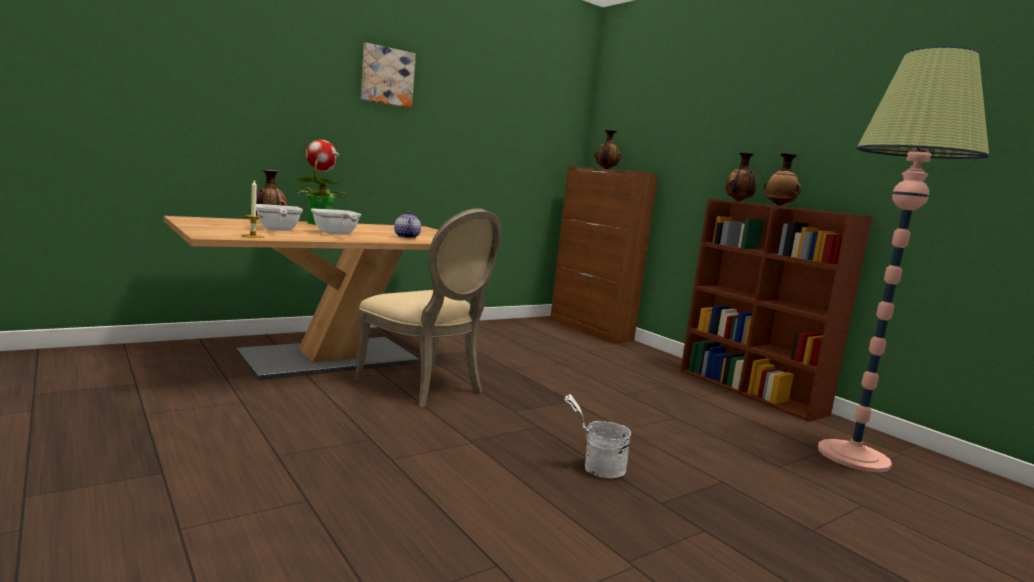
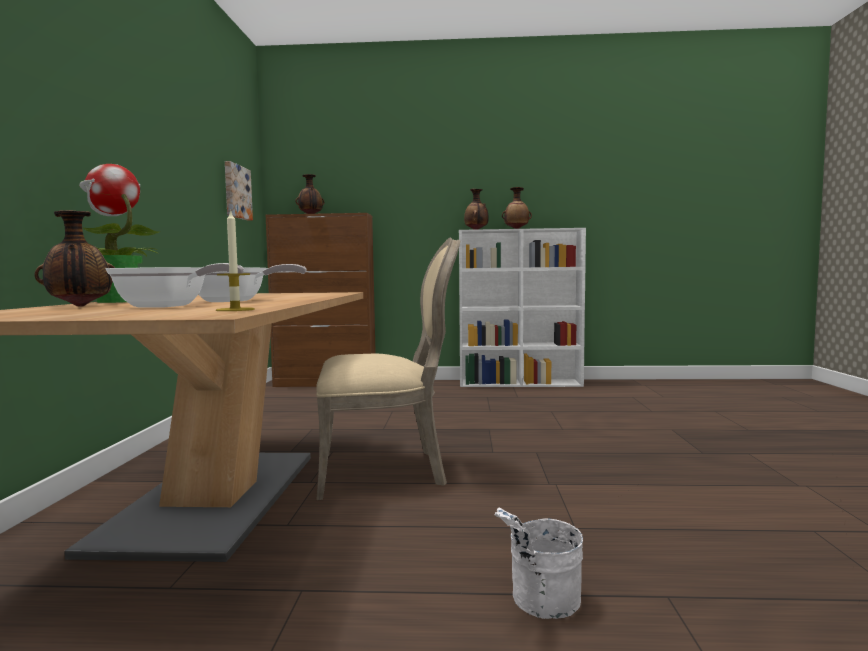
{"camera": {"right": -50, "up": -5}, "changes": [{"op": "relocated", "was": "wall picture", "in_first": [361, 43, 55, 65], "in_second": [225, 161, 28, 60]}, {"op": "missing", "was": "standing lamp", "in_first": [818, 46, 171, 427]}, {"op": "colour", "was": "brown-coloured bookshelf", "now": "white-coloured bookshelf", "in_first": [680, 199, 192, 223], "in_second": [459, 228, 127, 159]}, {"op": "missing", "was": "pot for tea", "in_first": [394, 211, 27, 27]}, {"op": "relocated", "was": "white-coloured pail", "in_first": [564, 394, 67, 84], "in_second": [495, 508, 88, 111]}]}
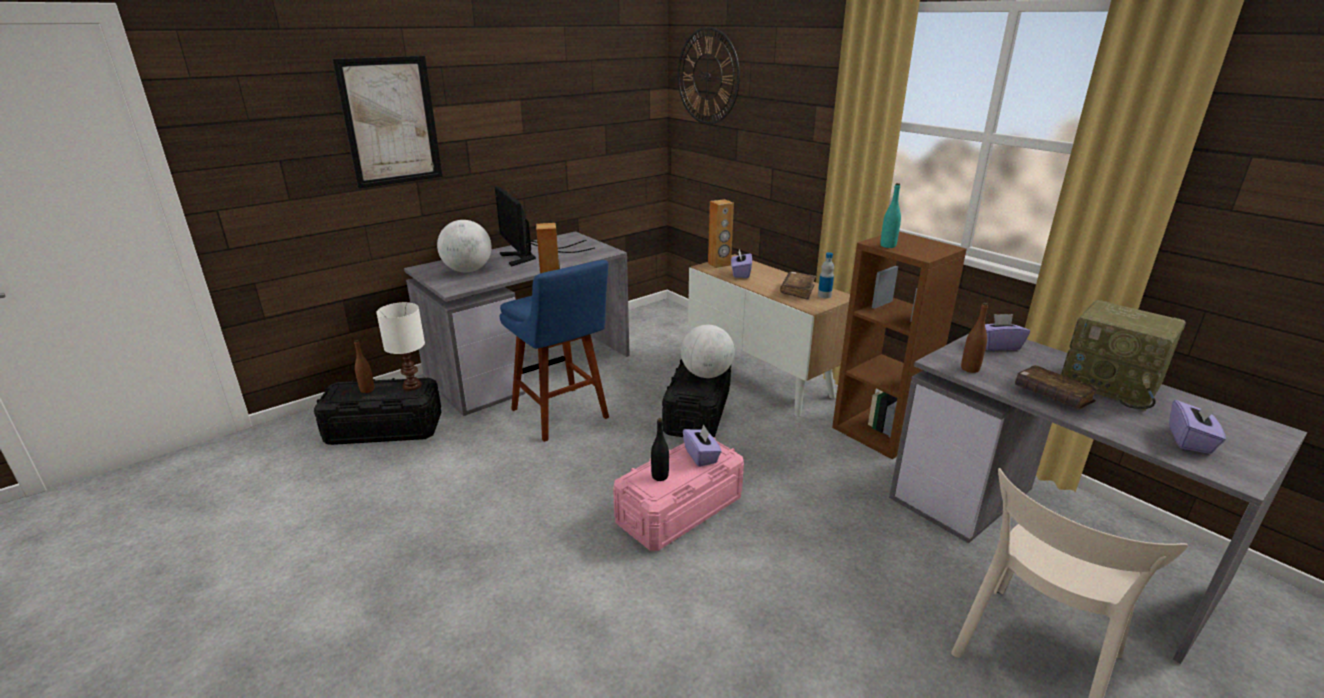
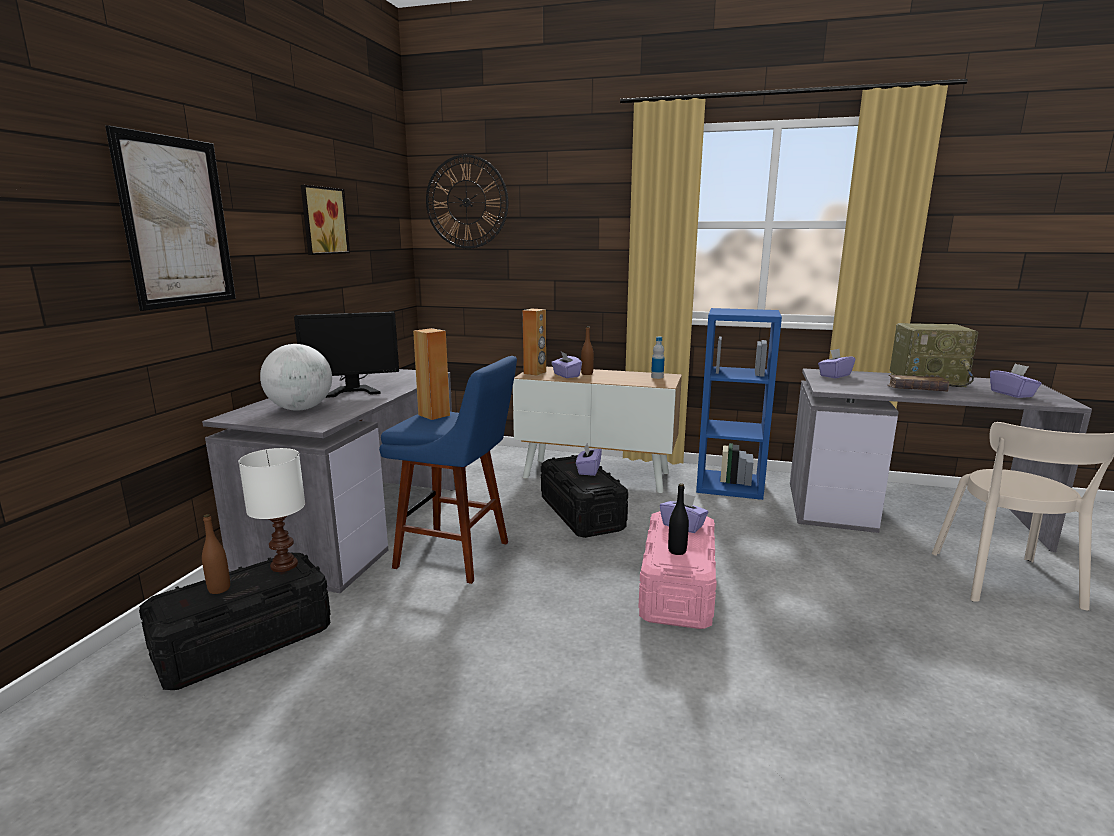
{"camera": {"right": -35, "up": -10}, "changes": [{"op": "missing", "was": "turquoise-coloured drink bottle", "in_first": [880, 183, 21, 65]}, {"op": "spun", "was": "computer display", "in_first": [495, 186, 100, 81], "in_second": [294, 312, 105, 86], "clockwise": -45}, {"op": "colour", "was": "brown-coloured bookshelf", "now": "bluish bookshelf", "in_first": [832, 232, 135, 227], "in_second": [696, 308, 86, 192]}, {"op": "missing", "was": "brown-coloured volume", "in_first": [780, 272, 36, 28]}, {"op": "relocated", "was": "brown-coloured drink bottle", "in_first": [961, 303, 27, 70], "in_second": [581, 326, 13, 49]}, {"op": "exchanged", "was": "globe", "now": "purple box of tissues", "in_first": [681, 325, 54, 53], "in_second": [576, 443, 26, 33]}, {"op": "appeared", "now": "wall picture", "in_second": [301, 185, 49, 70]}]}
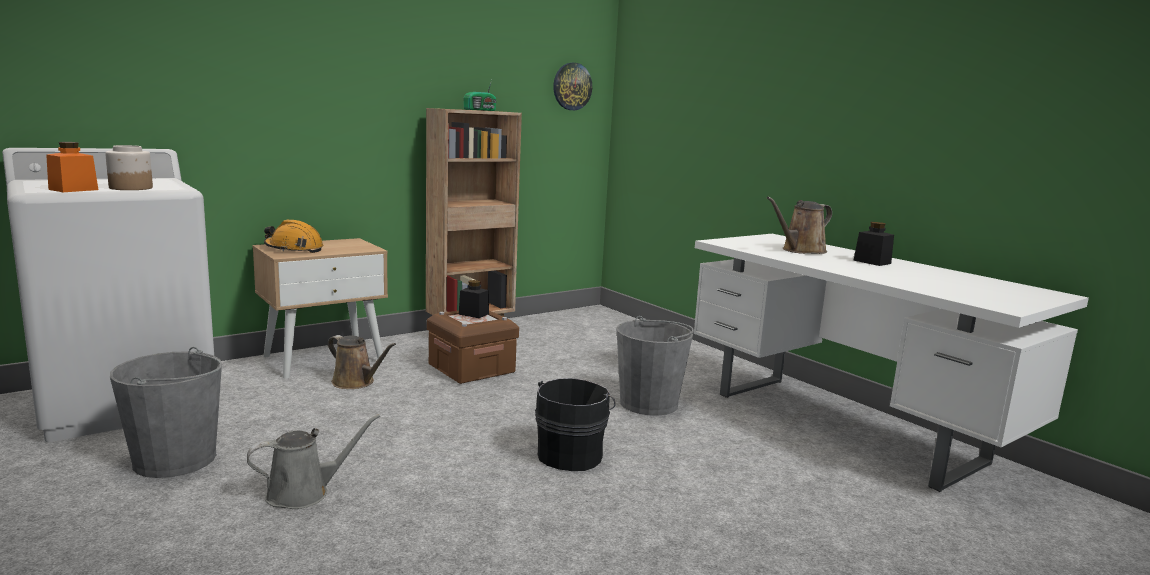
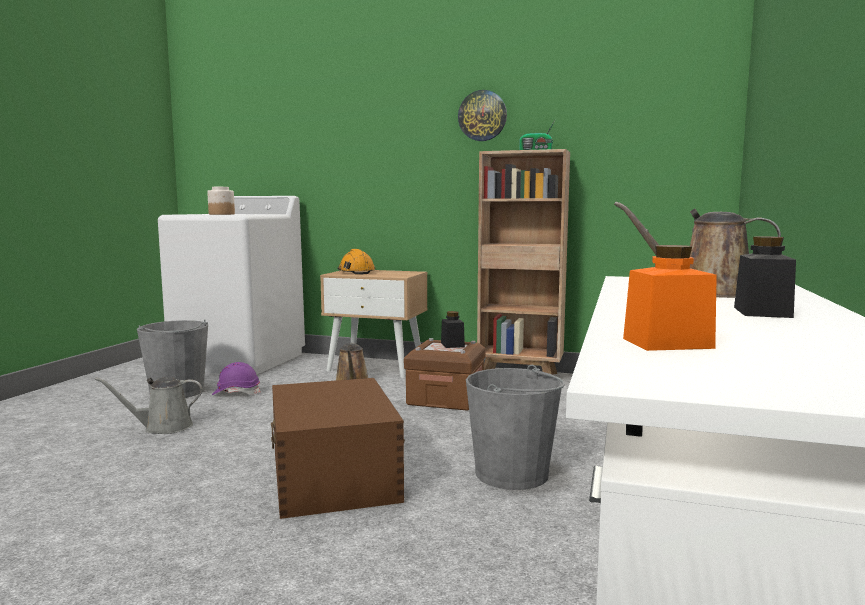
{"camera": {"right": 55, "up": -5}, "changes": [{"op": "relocated", "was": "wall clock", "in_first": [553, 63, 39, 47], "in_second": [458, 90, 49, 51]}, {"op": "relocated", "was": "orange jar", "in_first": [46, 142, 52, 50], "in_second": [623, 245, 94, 106]}, {"op": "exchanged", "was": "black pail", "now": "brown-coloured storage box", "in_first": [535, 378, 81, 93], "in_second": [271, 378, 134, 141]}, {"op": "spun", "was": "greyish sprinkling can", "in_first": [247, 414, 133, 95], "in_second": [95, 377, 108, 57], "clockwise": 135}, {"op": "appeared", "now": "purple work helmet", "in_second": [212, 362, 49, 33]}]}
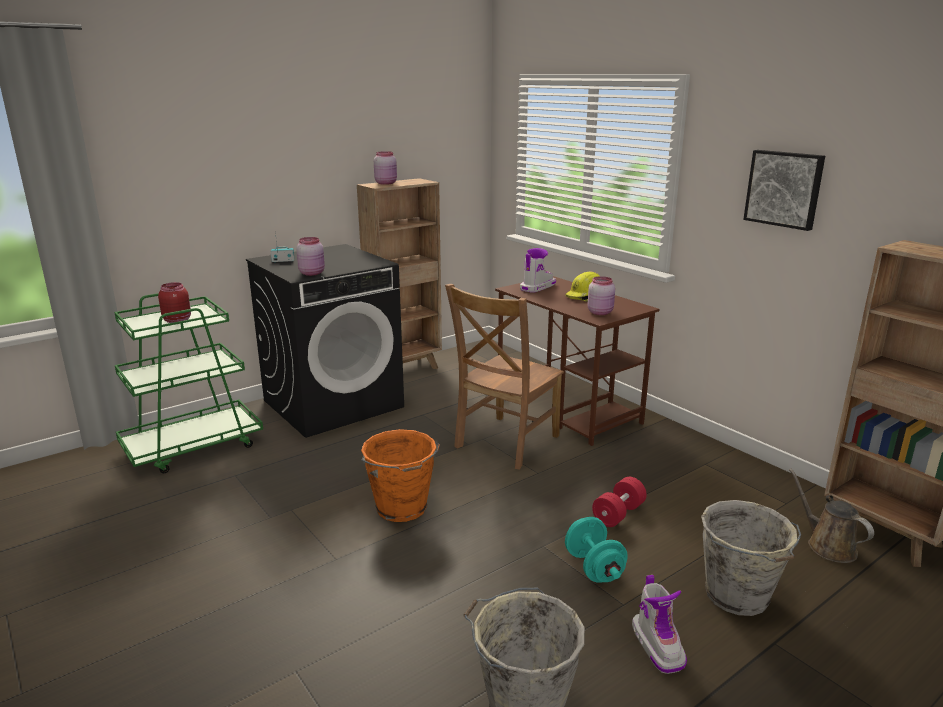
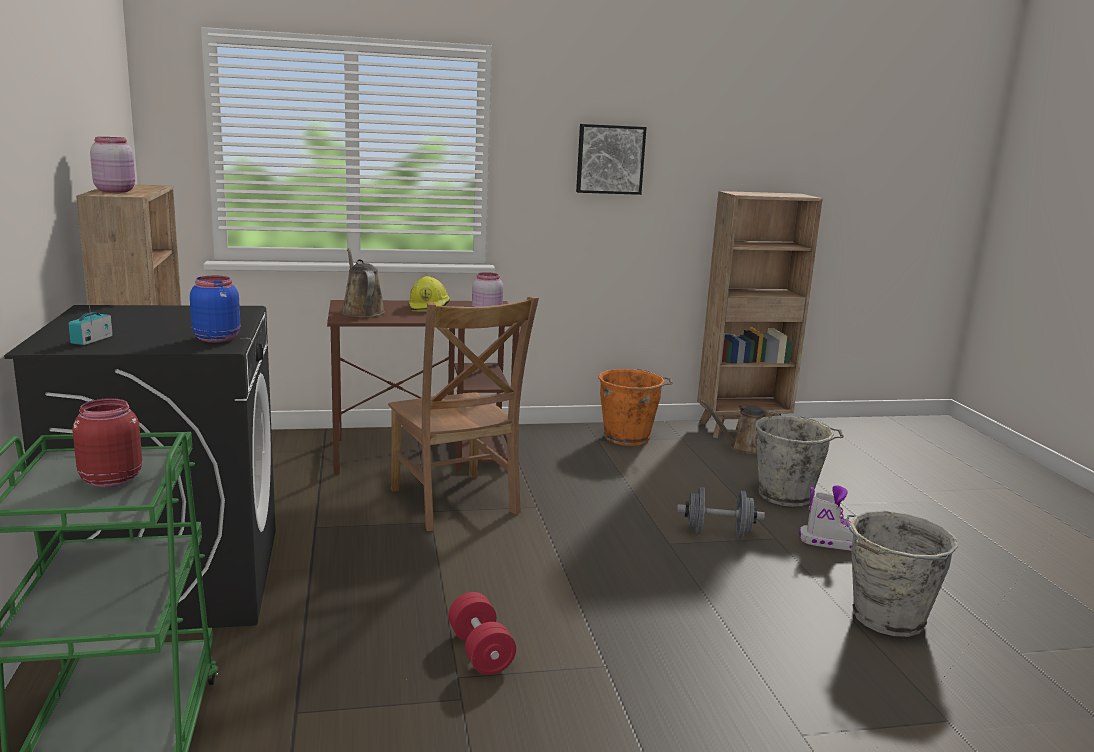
{"camera": {"right": -65, "up": -5}, "changes": [{"op": "colour", "was": "pinkish jar", "now": "bluish jar", "in_first": [296, 237, 29, 39], "in_second": [190, 276, 50, 67]}, {"op": "exchanged", "was": "tall boot", "now": "brown-coloured sprinkling can", "in_first": [520, 248, 36, 44], "in_second": [341, 248, 44, 69]}, {"op": "relocated", "was": "orange pail", "in_first": [361, 429, 79, 93], "in_second": [598, 369, 74, 77]}, {"op": "relocated", "was": "reddish free weight", "in_first": [592, 477, 55, 50], "in_second": [448, 592, 68, 83]}, {"op": "colour", "was": "turquoise-coloured free weight", "now": "greyish free weight", "in_first": [565, 517, 63, 66], "in_second": [677, 487, 88, 51]}]}
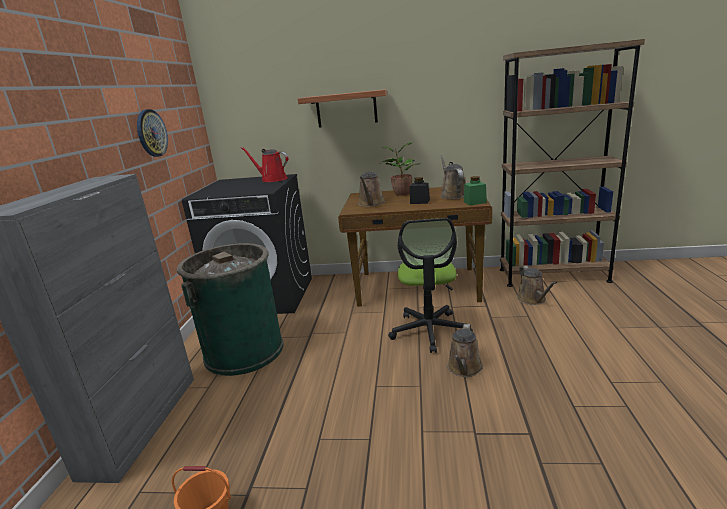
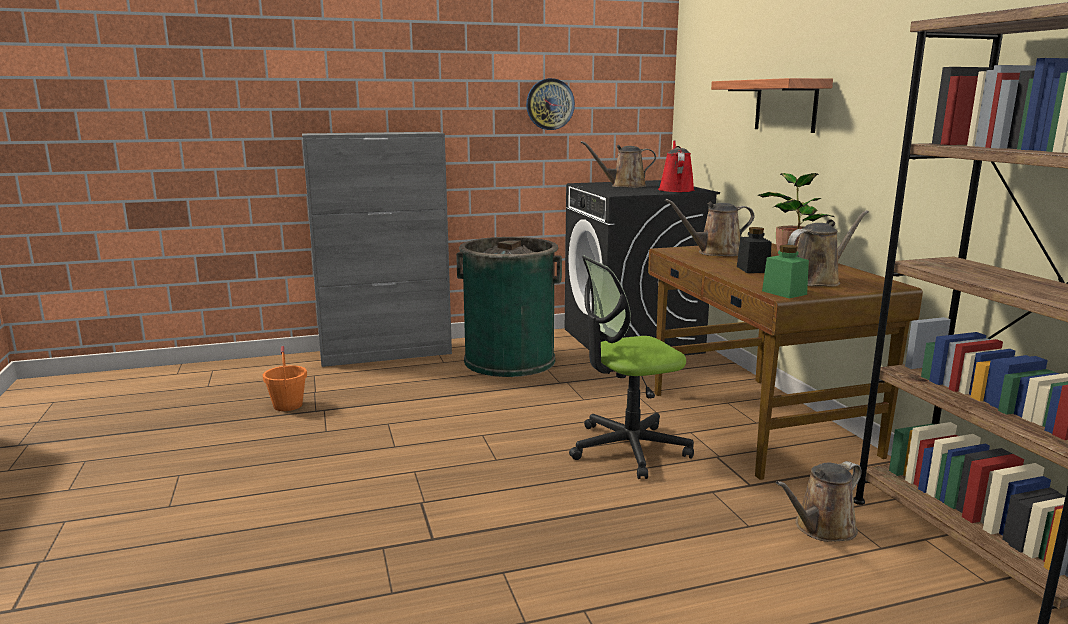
{"camera": {"right": 65, "up": -5}, "changes": [{"op": "relocated", "was": "brown-coloured sprinkling can", "in_first": [447, 324, 36, 53], "in_second": [581, 141, 75, 47]}]}
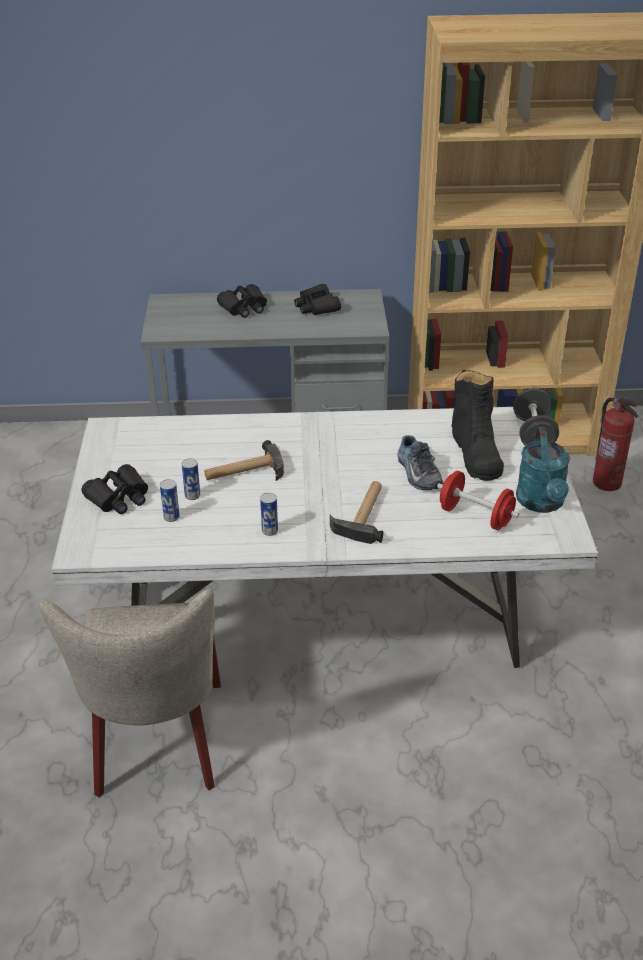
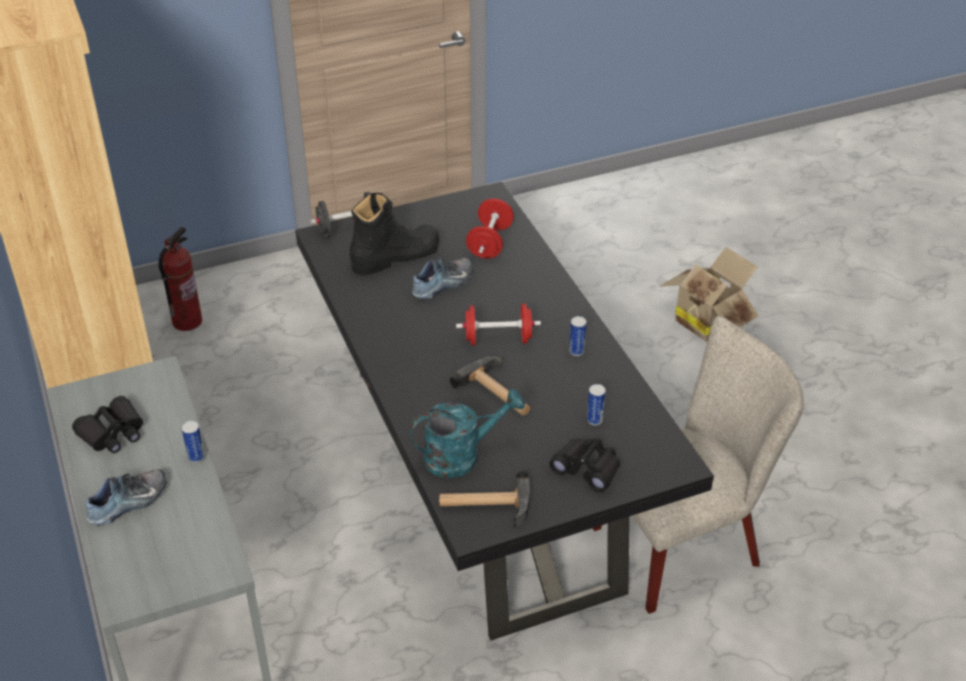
{"camera": {"right": -110, "up": 5}, "changes": [{"op": "exchanged", "was": "black binoculars", "now": "item of footwear", "in_first": [217, 284, 50, 34], "in_second": [85, 469, 81, 57]}, {"op": "colour", "was": "white-coloured dinner table", "now": "black dinner table", "in_first": [52, 407, 546, 261], "in_second": [295, 182, 419, 459]}, {"op": "relocated", "was": "turquoise-coloured sprinkling can", "in_first": [516, 427, 54, 86], "in_second": [410, 389, 115, 89]}, {"op": "relocated", "was": "can", "in_first": [182, 458, 18, 42], "in_second": [181, 421, 24, 42]}, {"op": "relocated", "was": "hand hammer", "in_first": [330, 481, 53, 63], "in_second": [439, 472, 91, 55]}, {"op": "appeared", "now": "packing box", "in_second": [659, 247, 100, 95]}, {"op": "appeared", "now": "reddish free weight", "in_second": [456, 304, 85, 42]}]}
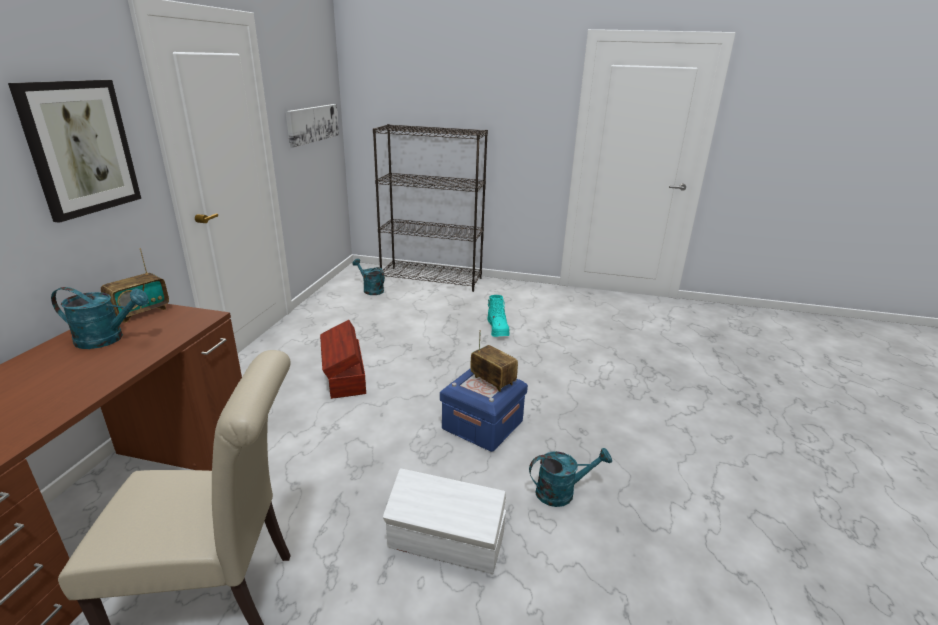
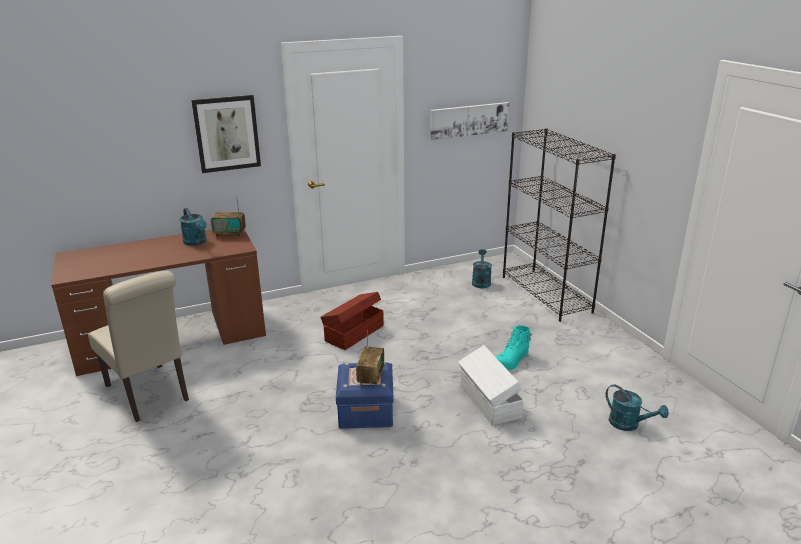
{"camera": {"right": 55, "up": 0}, "changes": [{"op": "relocated", "was": "turquoise-coloured sprinkling can", "in_first": [529, 448, 83, 59], "in_second": [606, 384, 63, 47]}, {"op": "relocated", "was": "white-coloured storage box", "in_first": [383, 468, 123, 106], "in_second": [458, 345, 65, 81]}]}
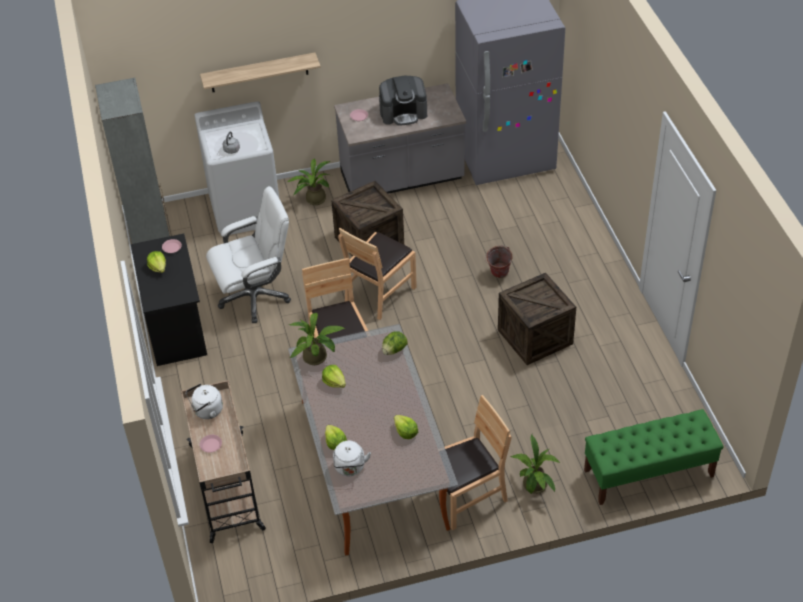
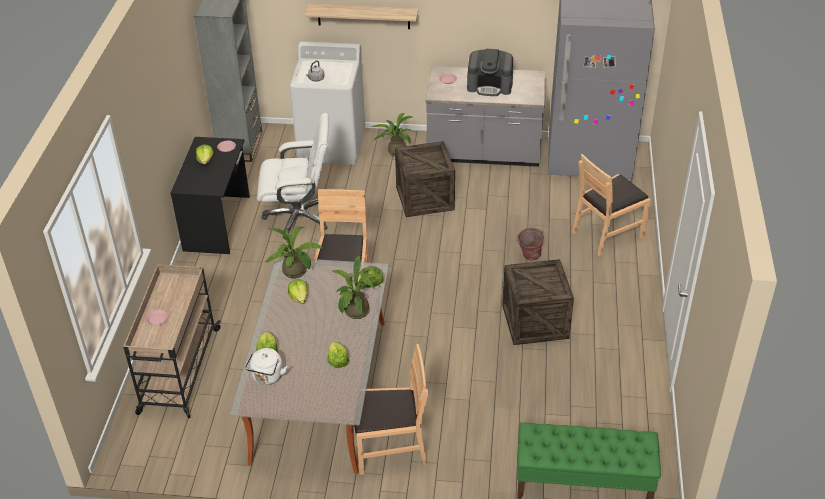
{"camera": {"right": 20, "up": -5}, "changes": [{"op": "relocated", "was": "brown-coloured upright chair", "in_first": [338, 228, 79, 92], "in_second": [572, 154, 79, 102]}, {"op": "missing", "was": "white-coloured tea kettle", "in_first": [186, 384, 37, 35]}, {"op": "relocated", "was": "houseplant", "in_first": [511, 435, 49, 59], "in_second": [332, 255, 43, 64]}]}
